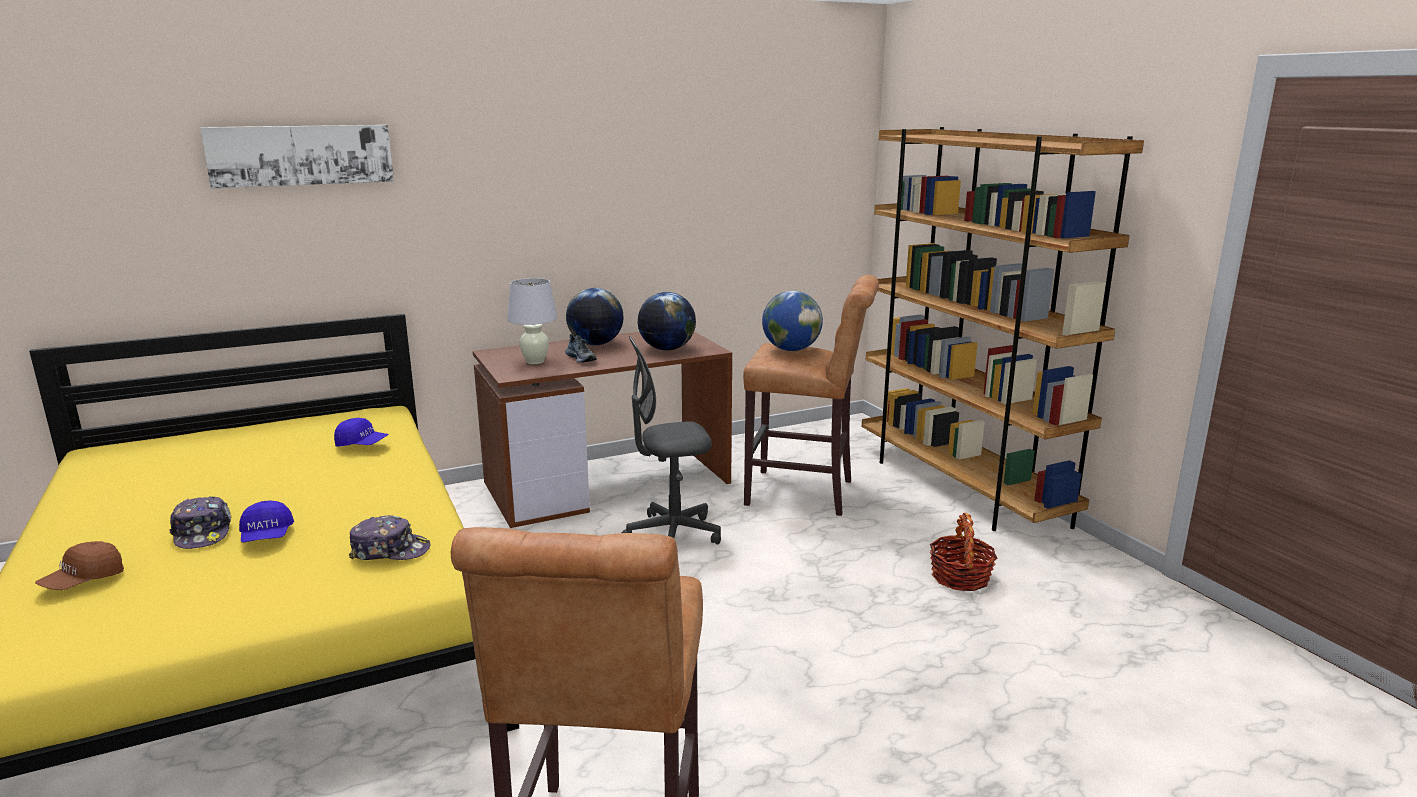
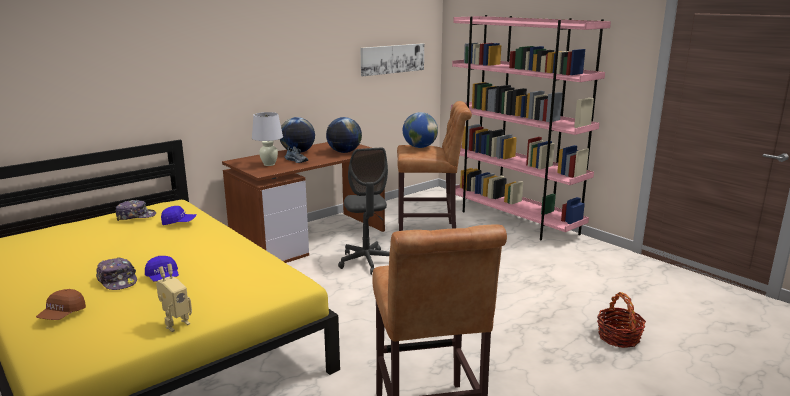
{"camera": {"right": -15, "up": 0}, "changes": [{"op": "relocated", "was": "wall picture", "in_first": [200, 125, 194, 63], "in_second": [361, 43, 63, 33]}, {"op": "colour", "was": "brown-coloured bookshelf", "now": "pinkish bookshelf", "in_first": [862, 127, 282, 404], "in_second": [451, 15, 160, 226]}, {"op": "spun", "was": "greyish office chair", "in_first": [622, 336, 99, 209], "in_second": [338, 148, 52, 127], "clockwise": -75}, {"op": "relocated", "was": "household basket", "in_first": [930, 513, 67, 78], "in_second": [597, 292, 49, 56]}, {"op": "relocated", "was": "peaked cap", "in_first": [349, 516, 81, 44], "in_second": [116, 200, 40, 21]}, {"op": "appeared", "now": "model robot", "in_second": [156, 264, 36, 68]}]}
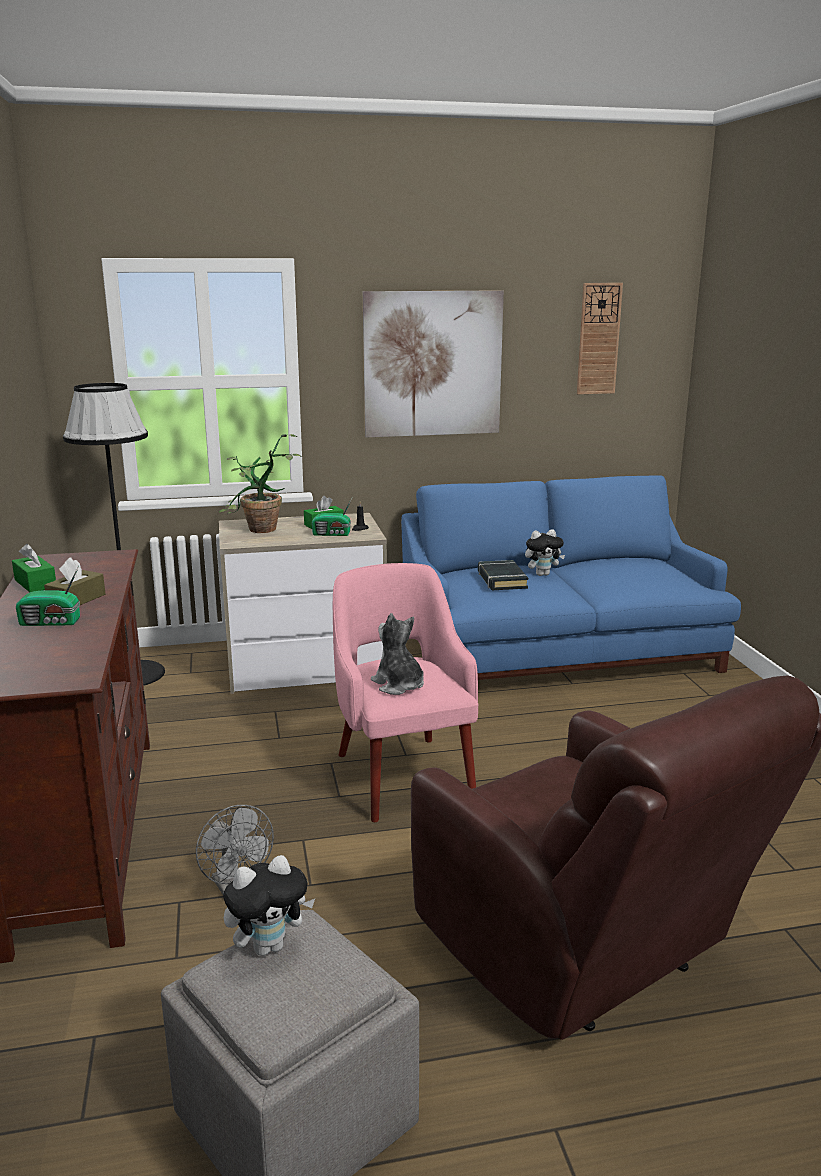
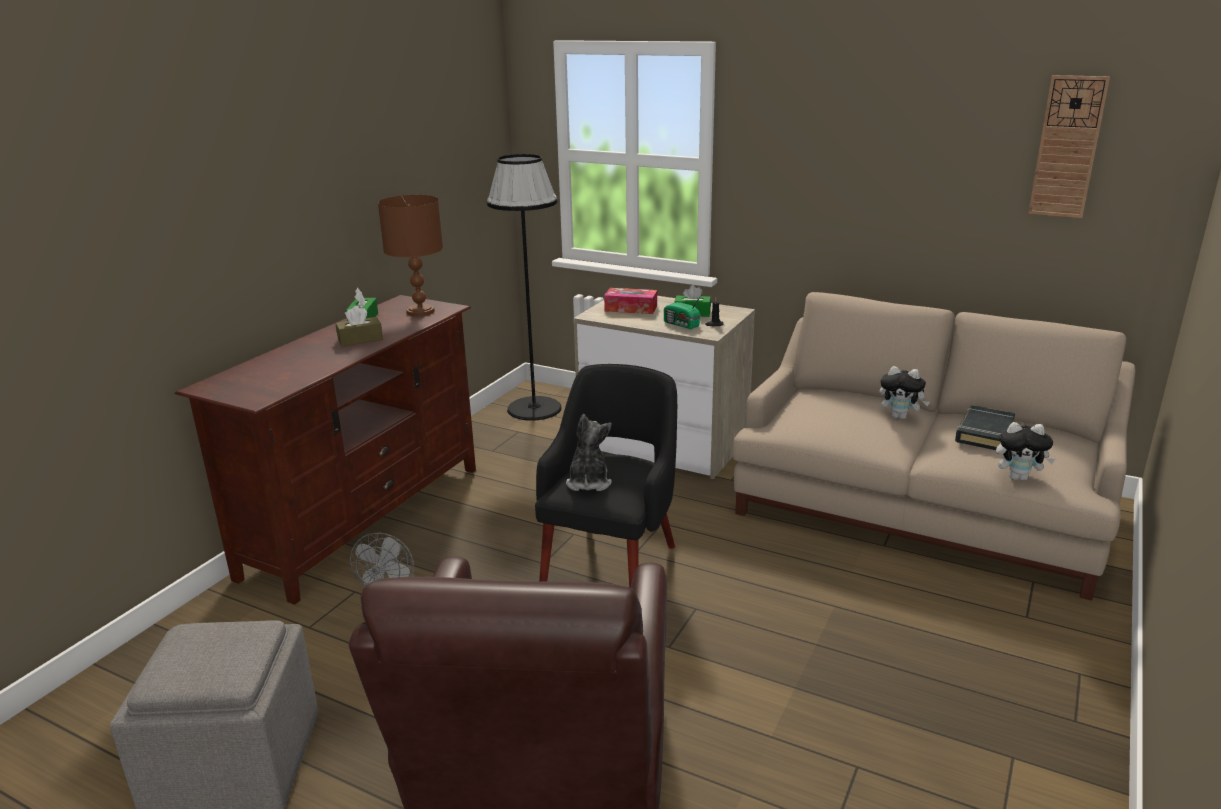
{"camera": {"right": 40, "up": 5}, "changes": [{"op": "missing", "was": "wall picture", "in_first": [363, 291, 141, 146]}, {"op": "exchanged", "was": "houseplant", "now": "box of tissues", "in_first": [219, 434, 83, 99], "in_second": [604, 288, 53, 26]}, {"op": "colour", "was": "bluish sofa", "now": "beige-coloured sofa", "in_first": [401, 475, 340, 205], "in_second": [732, 292, 404, 309]}, {"op": "relocated", "was": "black volume", "in_first": [478, 560, 50, 30], "in_second": [955, 405, 61, 45]}, {"op": "colour", "was": "pinkish easy chair", "now": "black easy chair", "in_first": [333, 563, 145, 259], "in_second": [535, 364, 142, 224]}, {"op": "missing", "was": "radio receiver", "in_first": [16, 566, 64, 60]}, {"op": "relocated", "was": "plush toy", "in_first": [223, 855, 92, 101], "in_second": [996, 422, 59, 59]}, {"op": "appeared", "now": "brown-coloured table lamp", "in_second": [378, 195, 65, 121]}]}
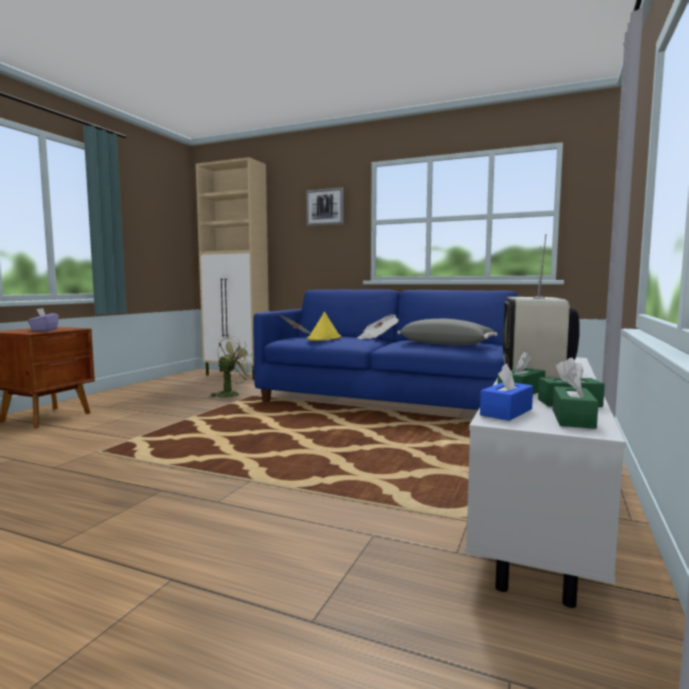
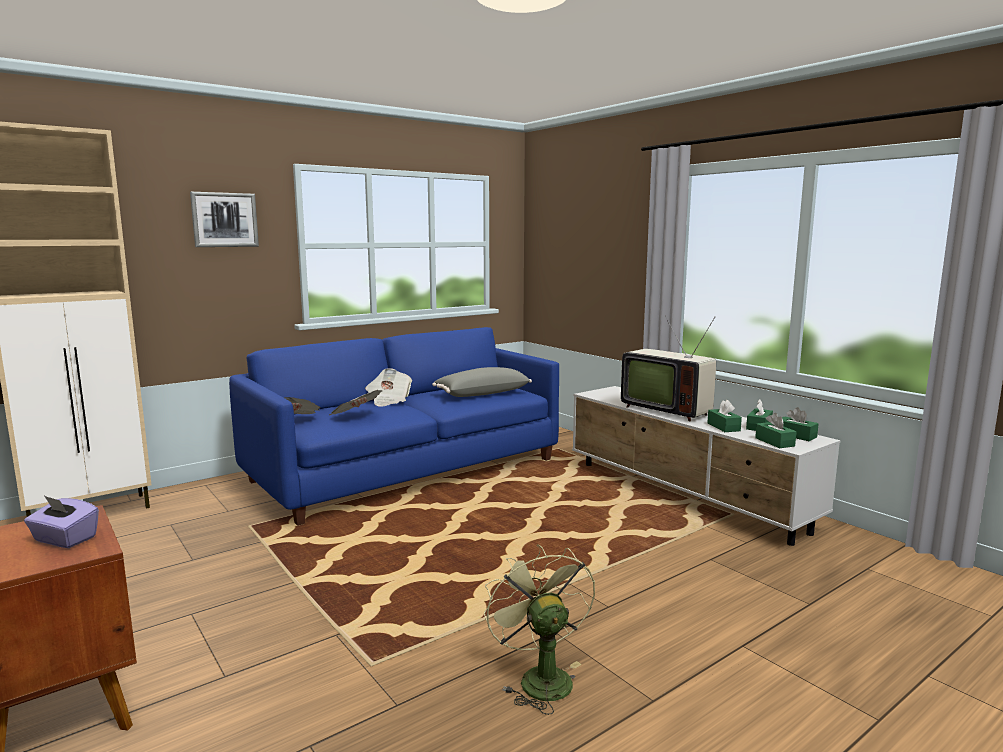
{"camera": {"right": -60, "up": 5}, "changes": [{"op": "exchanged", "was": "yellow-coloured hat", "now": "daily paper", "in_first": [307, 312, 34, 29], "in_second": [329, 390, 53, 25]}, {"op": "relocated", "was": "green-coloured fan", "in_first": [209, 336, 45, 62], "in_second": [484, 544, 111, 171]}, {"op": "colour", "was": "bluish box of tissues", "now": "green-coloured box of tissues", "in_first": [480, 363, 53, 58], "in_second": [755, 413, 41, 35]}]}
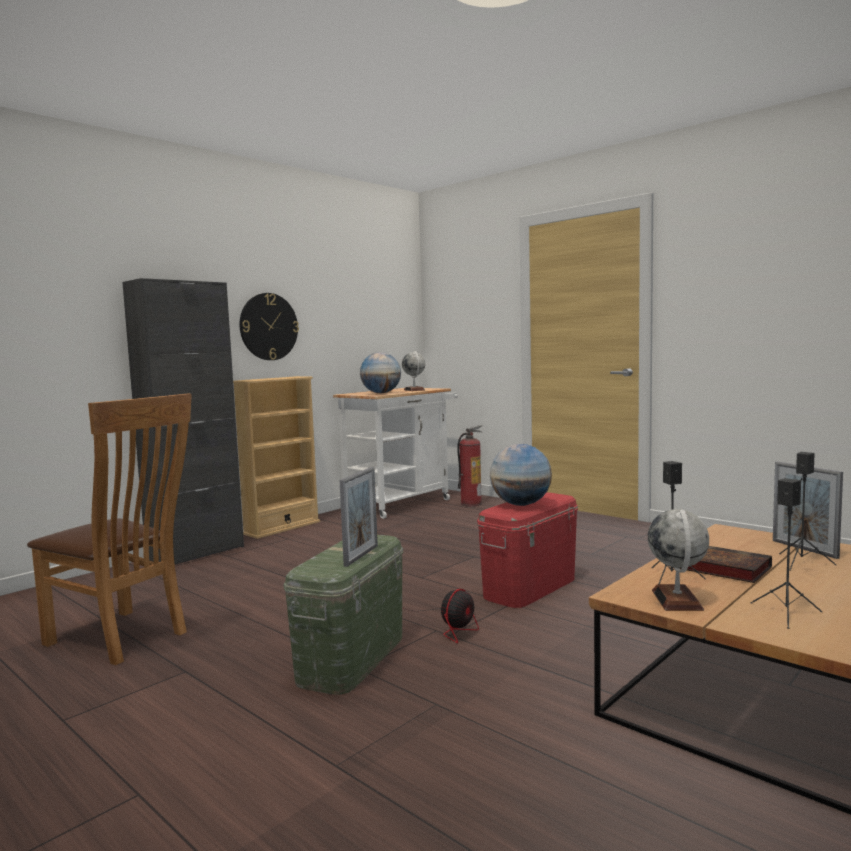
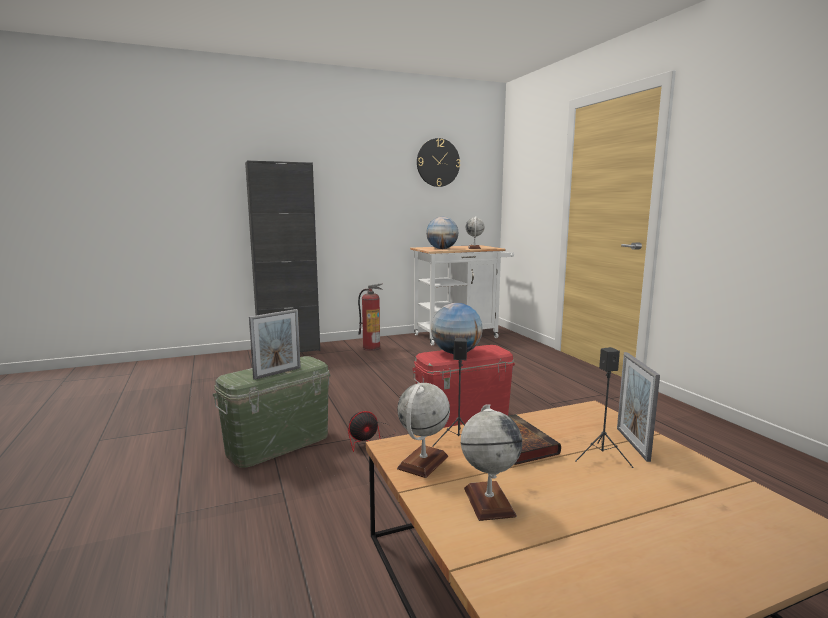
{"camera": {"right": 25, "up": 5}, "changes": [{"op": "relocated", "was": "wall clock", "in_first": [240, 293, 59, 67], "in_second": [417, 138, 43, 49]}, {"op": "missing", "was": "beige-coloured bookshelf", "in_first": [233, 376, 87, 163]}, {"op": "missing", "was": "brown-coloured upright chair", "in_first": [27, 393, 165, 272]}, {"op": "relocated", "was": "fire extinguisher", "in_first": [457, 425, 26, 81], "in_second": [358, 283, 25, 68]}, {"op": "exchanged", "was": "black loudspeaker", "now": "globe", "in_first": [750, 478, 73, 151], "in_second": [461, 404, 61, 117]}]}
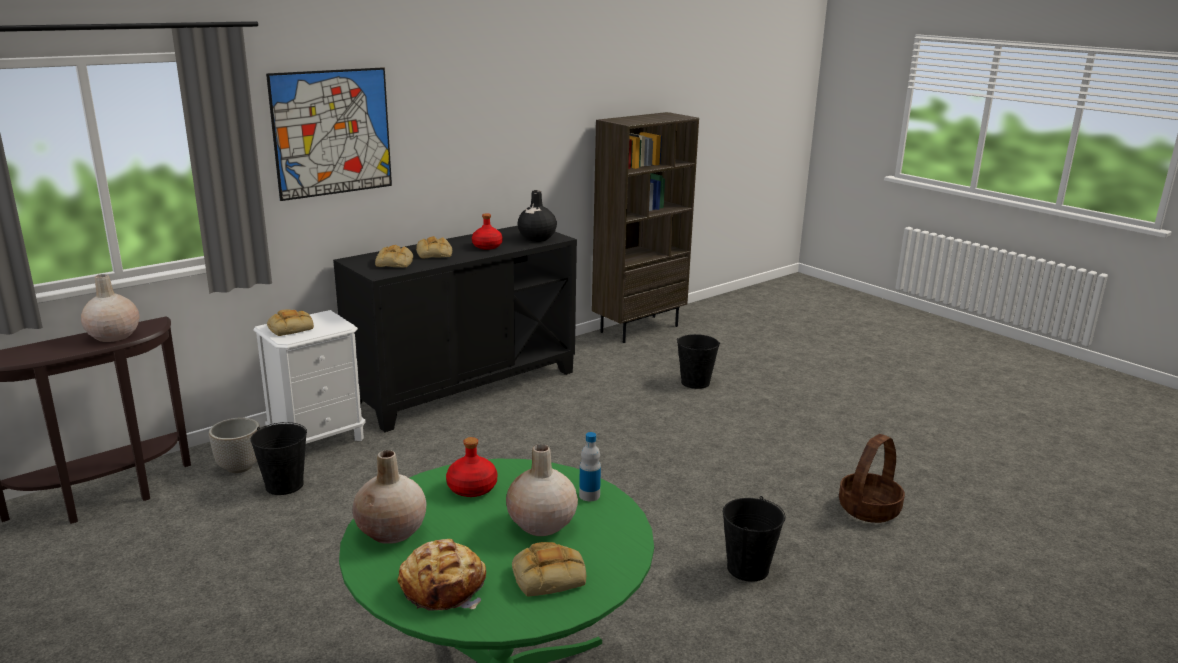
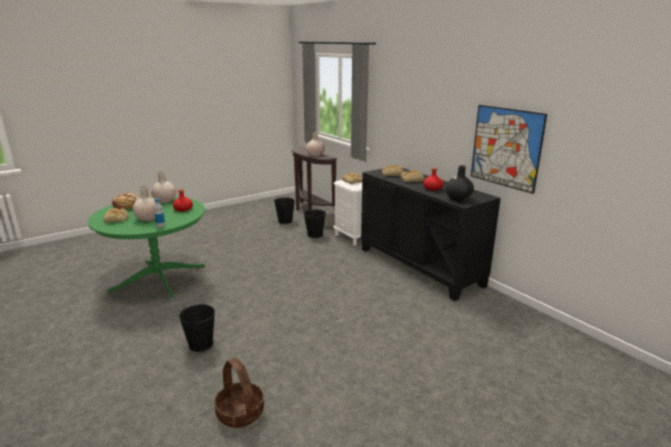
{"camera": {"right": 95, "up": 0}, "changes": [{"op": "relocated", "was": "wall picture", "in_first": [266, 67, 126, 134], "in_second": [471, 105, 76, 89]}, {"op": "missing", "was": "brown-coloured bookshelf", "in_first": [592, 112, 107, 231]}, {"op": "relocated", "was": "black pail", "in_first": [677, 334, 43, 55], "in_second": [274, 197, 21, 27]}]}
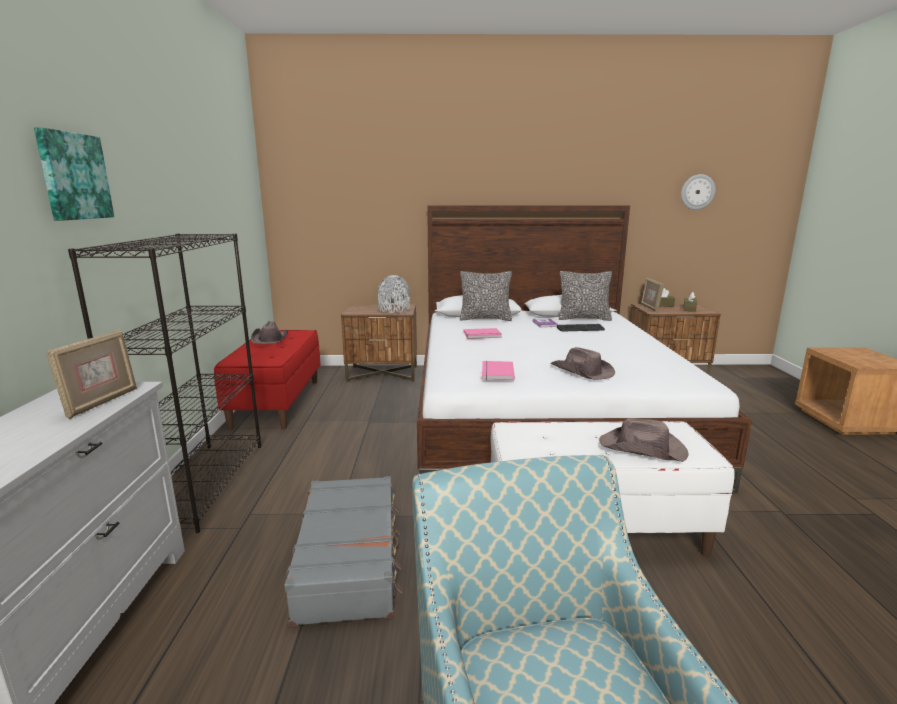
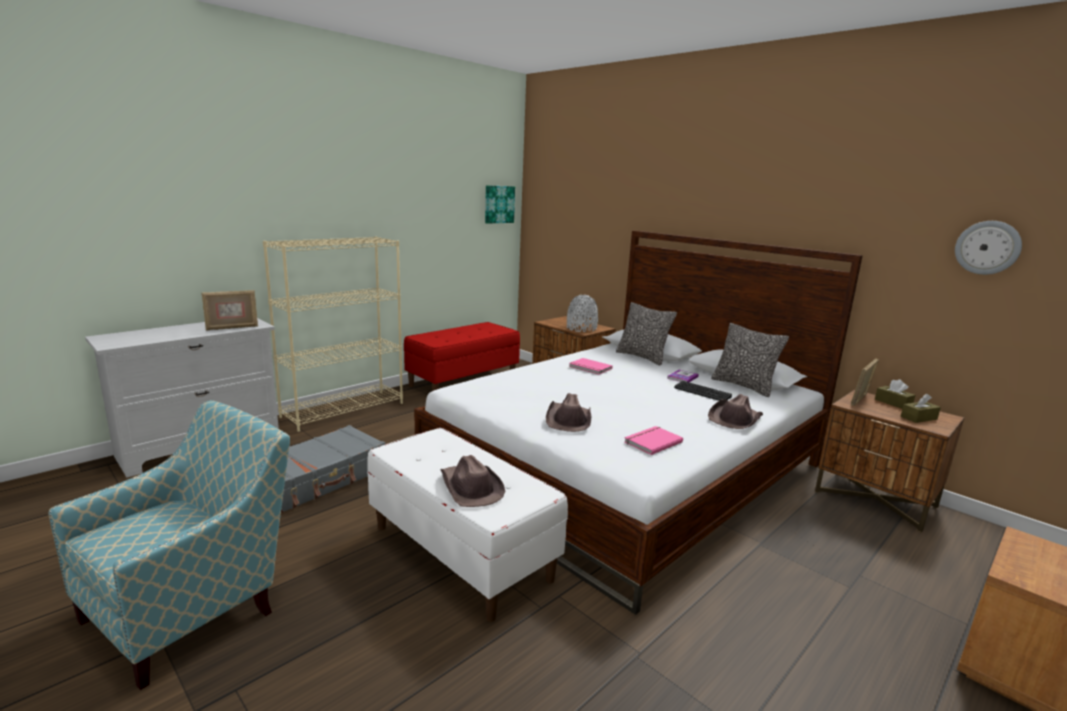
{"camera": {"right": 45, "up": 0}, "changes": [{"op": "relocated", "was": "wall picture", "in_first": [34, 128, 80, 93], "in_second": [485, 185, 30, 38]}, {"op": "colour", "was": "black bookshelf", "now": "beige-coloured bookshelf", "in_first": [68, 233, 193, 300], "in_second": [263, 237, 140, 195]}, {"op": "relocated", "was": "brown-coloured hat", "in_first": [251, 321, 37, 23], "in_second": [708, 394, 55, 35]}, {"op": "relocated", "was": "pinkish volume", "in_first": [482, 361, 33, 19], "in_second": [625, 426, 58, 29]}]}
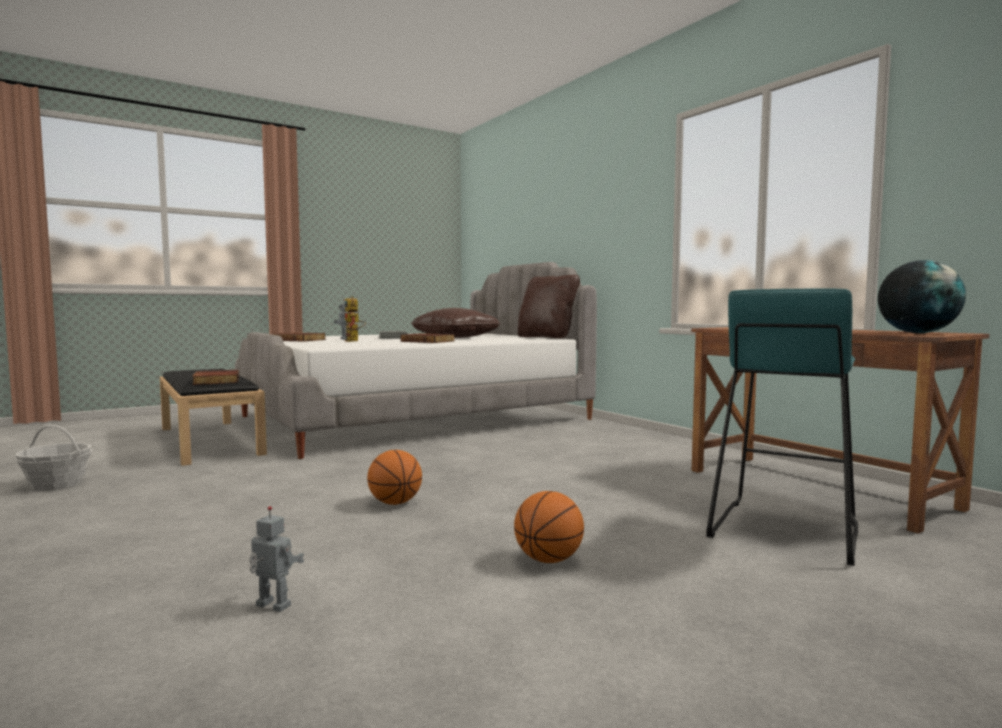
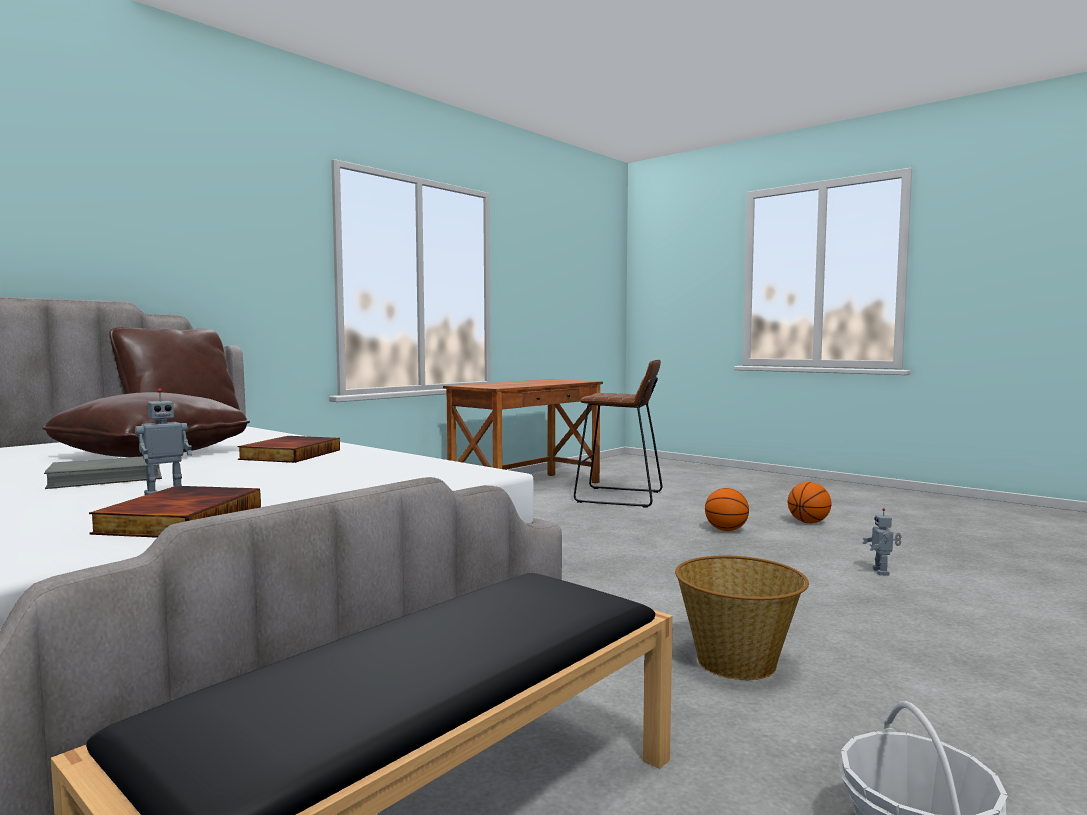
{"camera": {"right": -105, "up": 0}, "changes": [{"op": "missing", "was": "globe", "in_first": [878, 260, 88, 73]}, {"op": "colour", "was": "turquoise-coloured stool", "now": "brown-coloured stool", "in_first": [706, 288, 152, 278], "in_second": [574, 360, 88, 148]}, {"op": "missing", "was": "model robot", "in_first": [344, 296, 22, 46]}, {"op": "missing", "was": "volume", "in_first": [192, 370, 47, 15]}, {"op": "relocated", "was": "basketball", "in_first": [367, 450, 55, 55], "in_second": [788, 482, 43, 41]}, {"op": "appeared", "now": "household basket", "in_second": [675, 556, 134, 124]}]}
